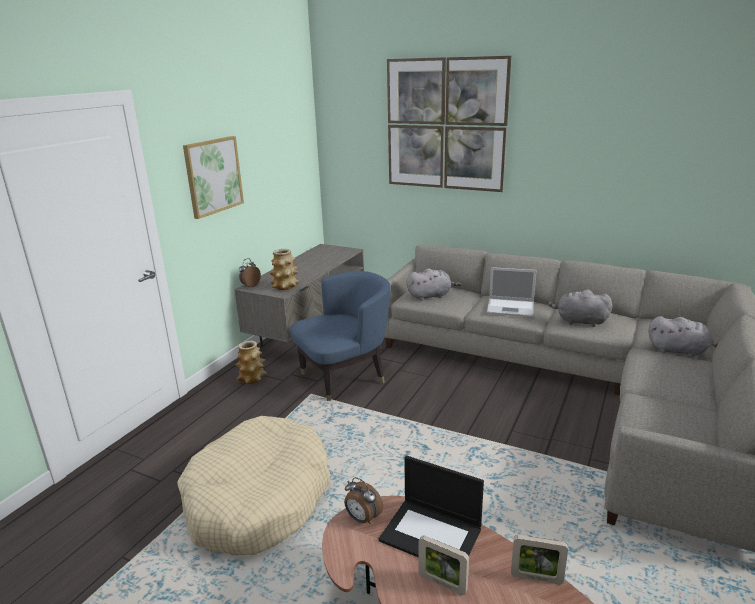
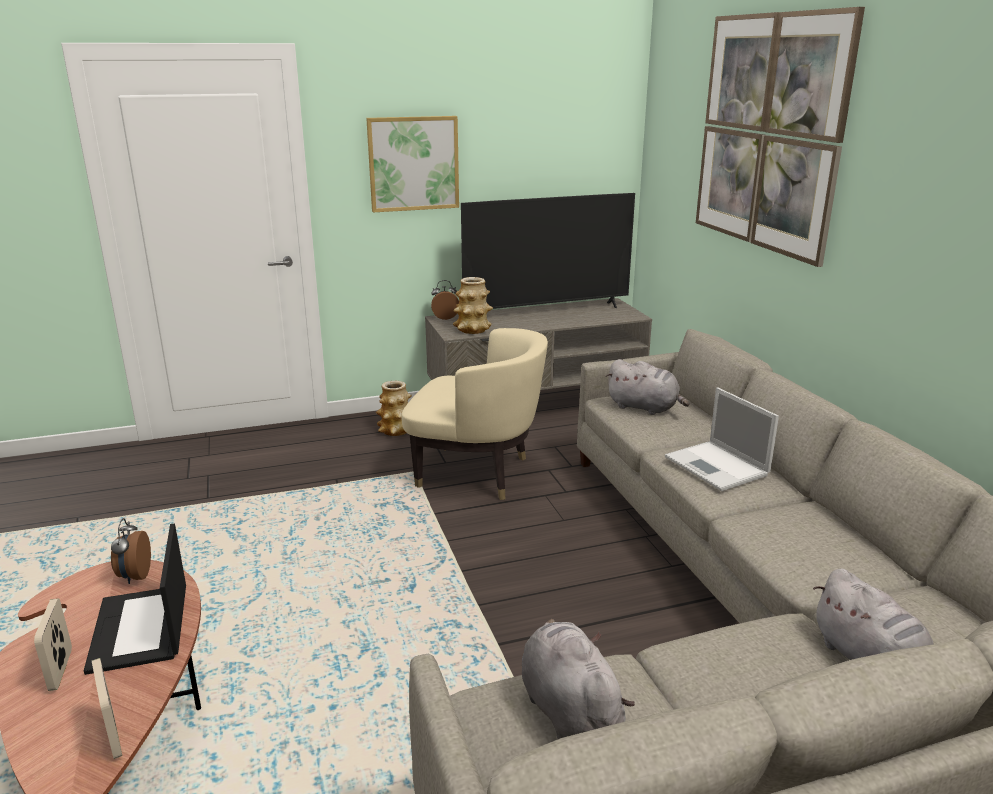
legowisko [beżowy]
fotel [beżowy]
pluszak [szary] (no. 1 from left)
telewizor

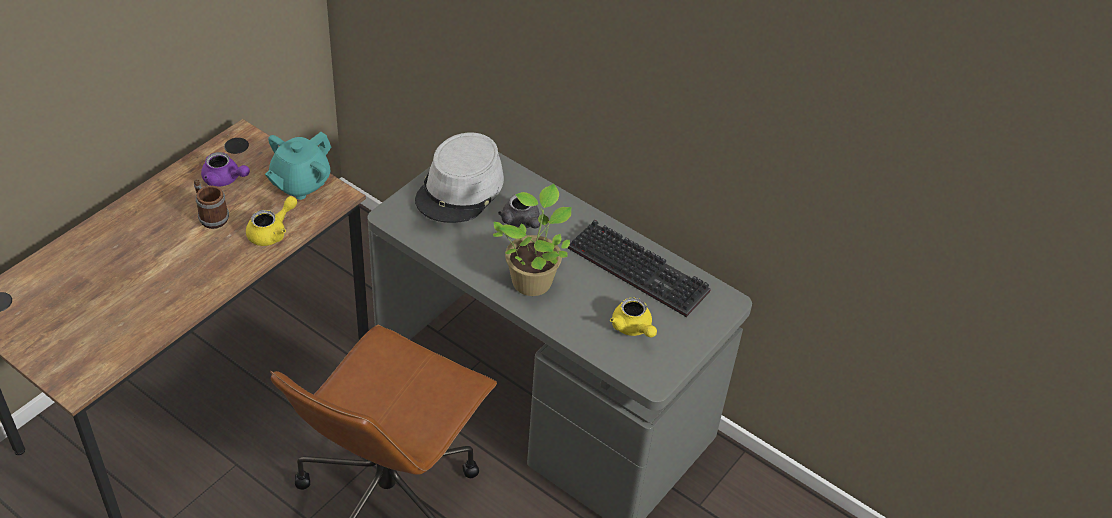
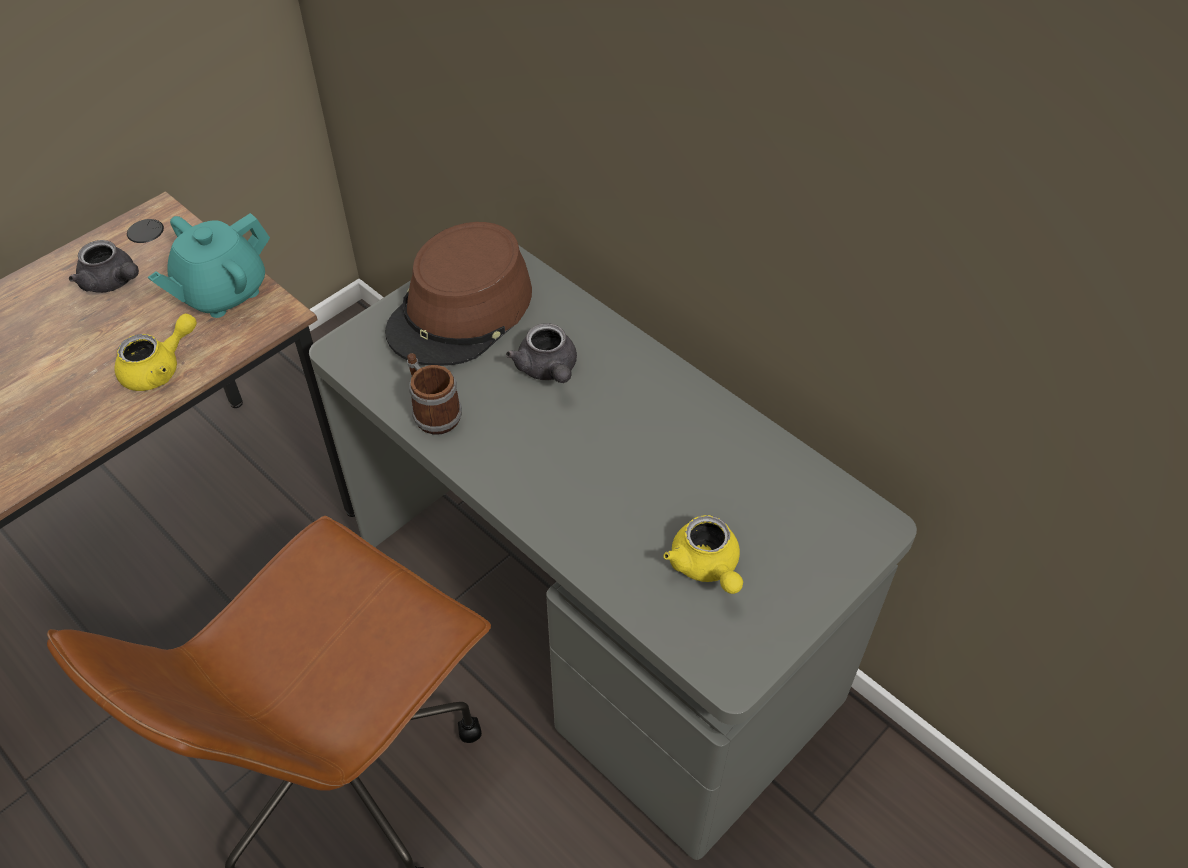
kubek
imbryk [szary] (no. 1 from left)
kapelusz [brązowy]
roślina doniczkowa
klawiatura

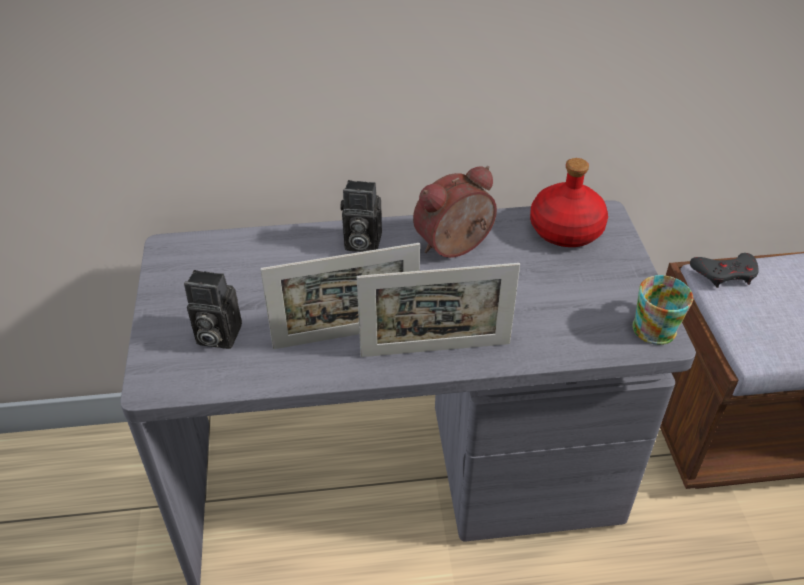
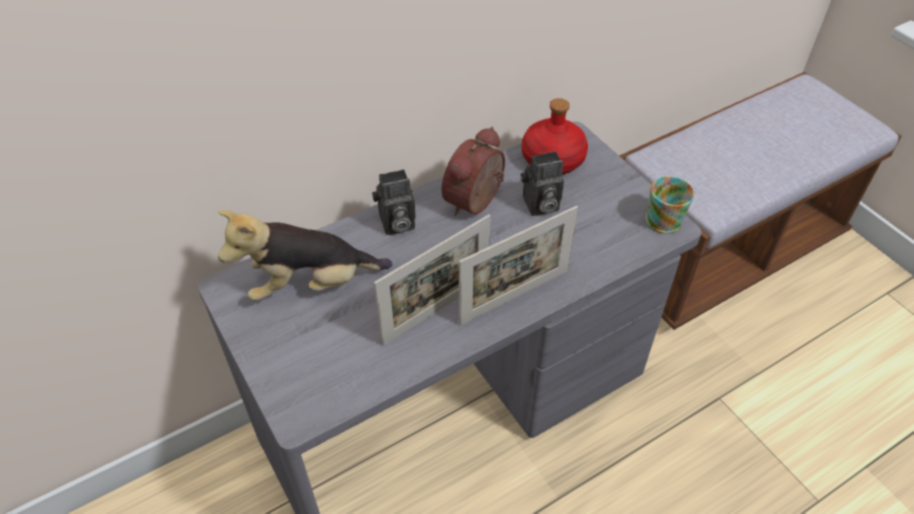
aparat fotograficzny (no. 2 from left)
pad do gier [szary]
pluszak

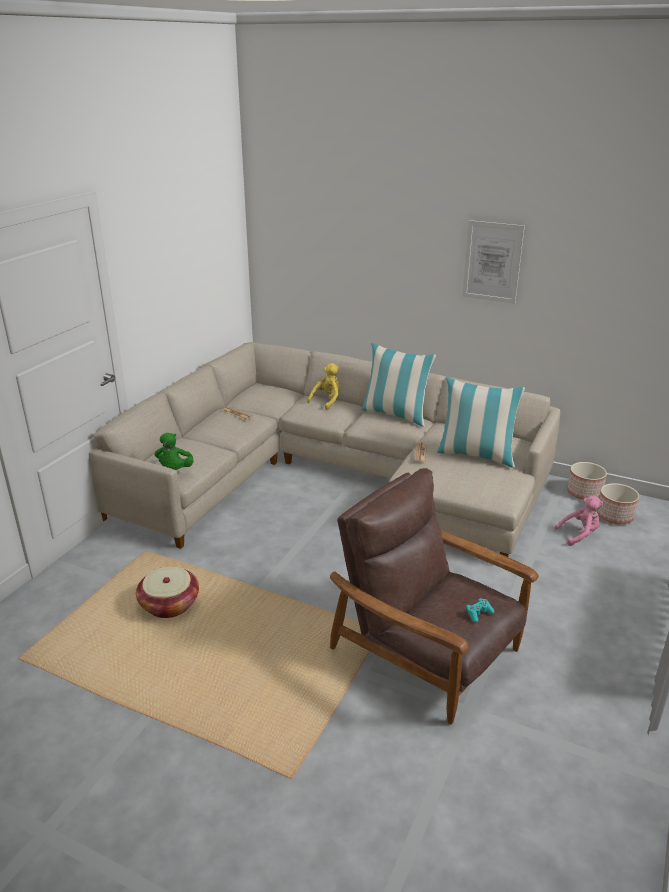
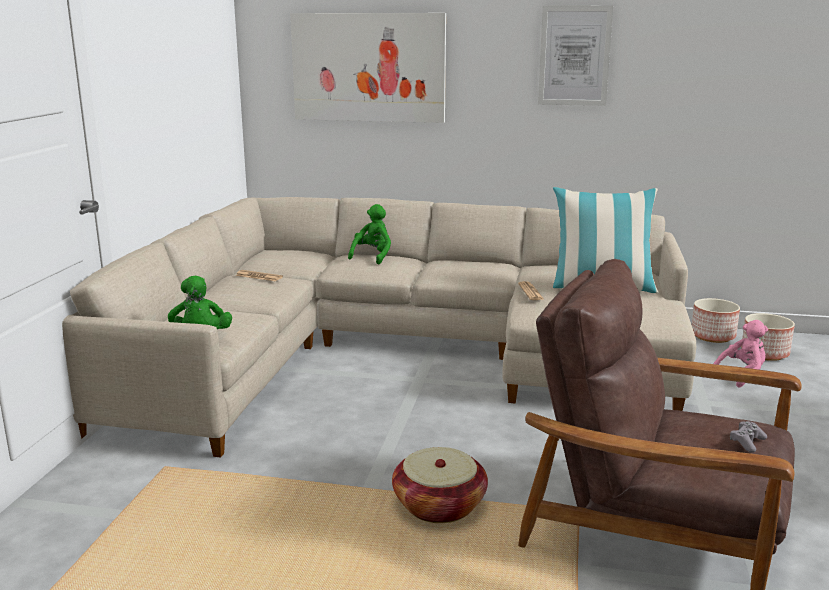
koszyk
pluszak [zielony] (no. 2 from left)
poduszka (no. 1 from left in the first image)
pad do gier [szary]
obraz (no. 1 from left)

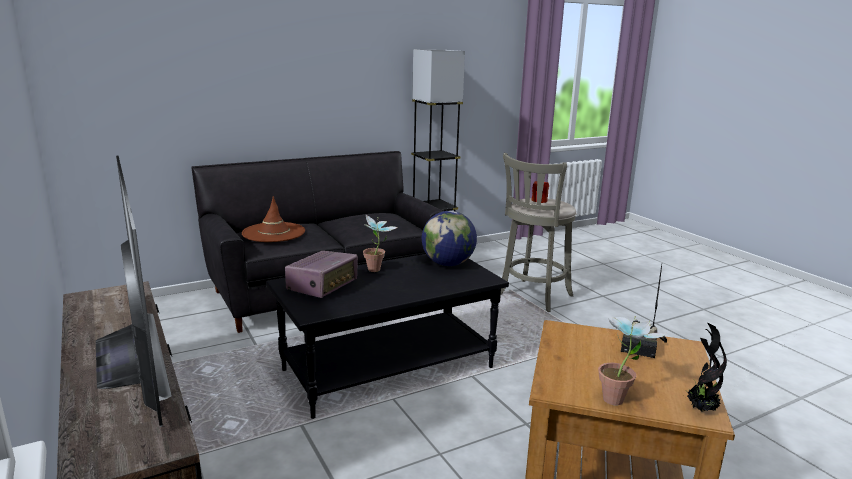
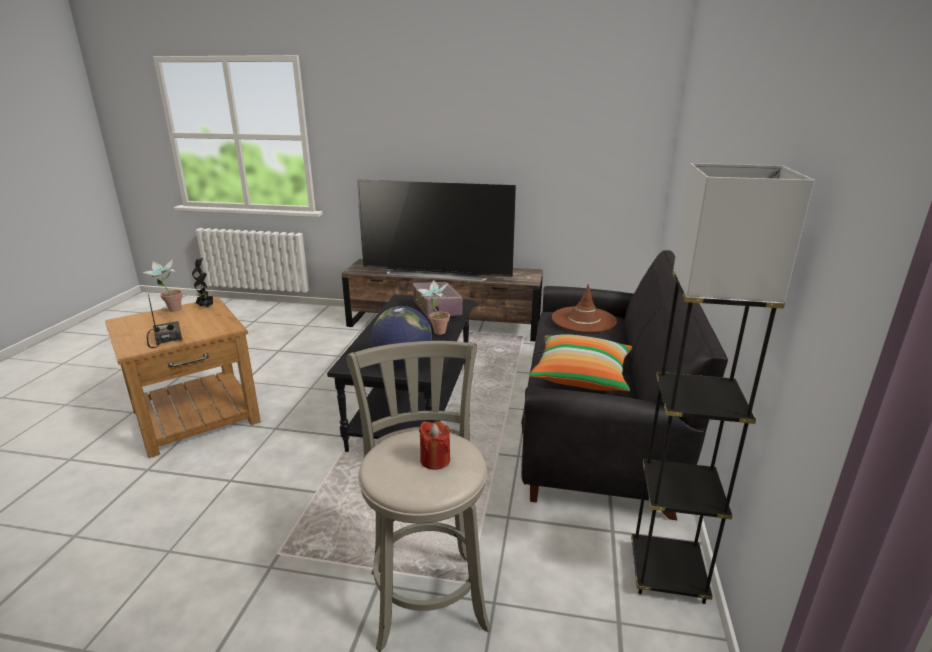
roślina doniczkowa (no. 2 from left)
poduszka

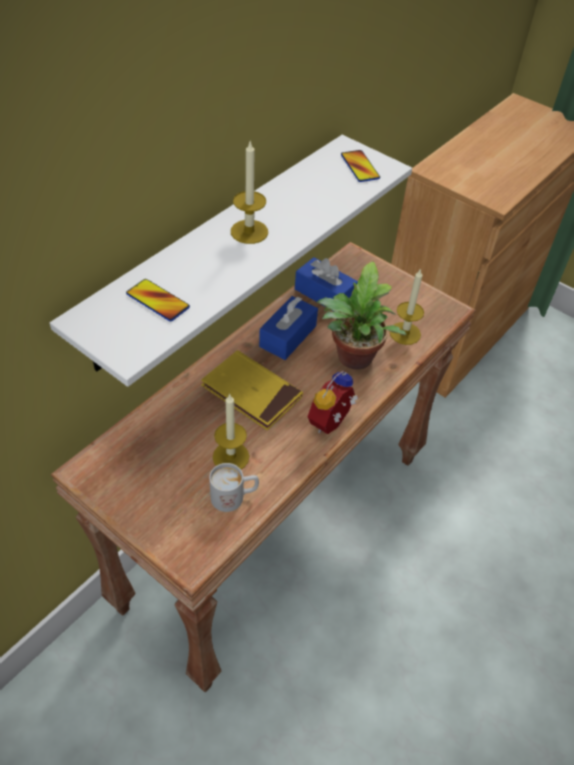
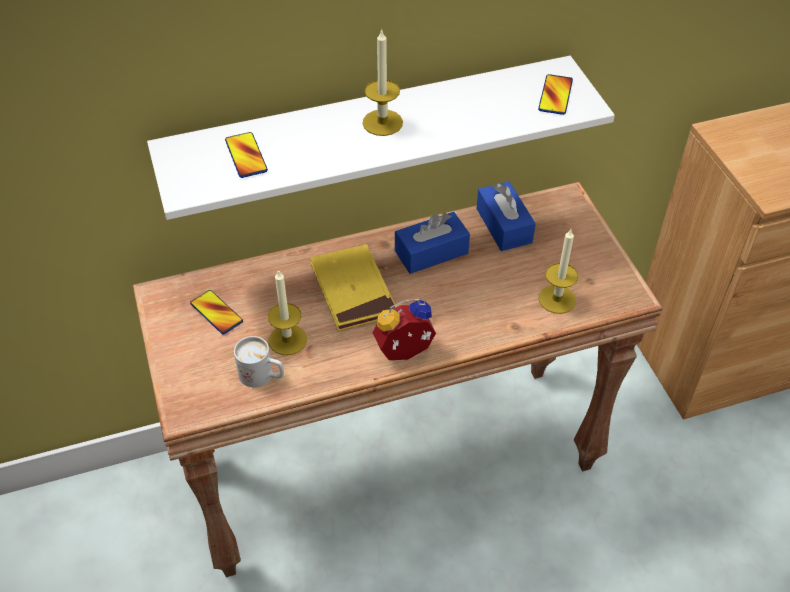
roślina doniczkowa
telefon (no. 1 from left)

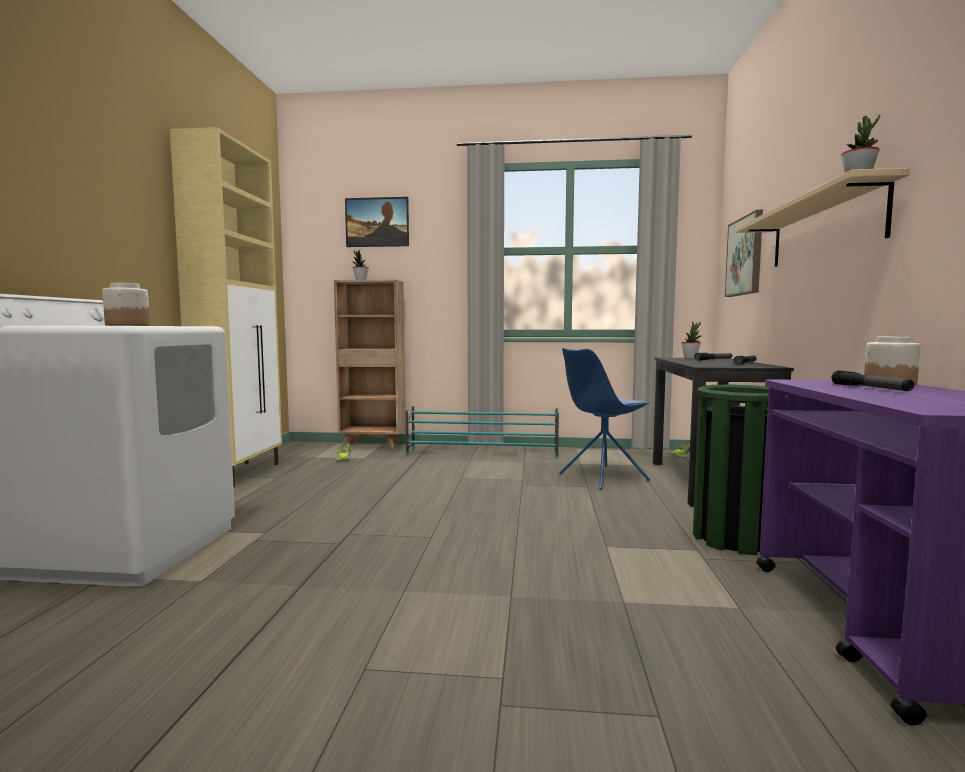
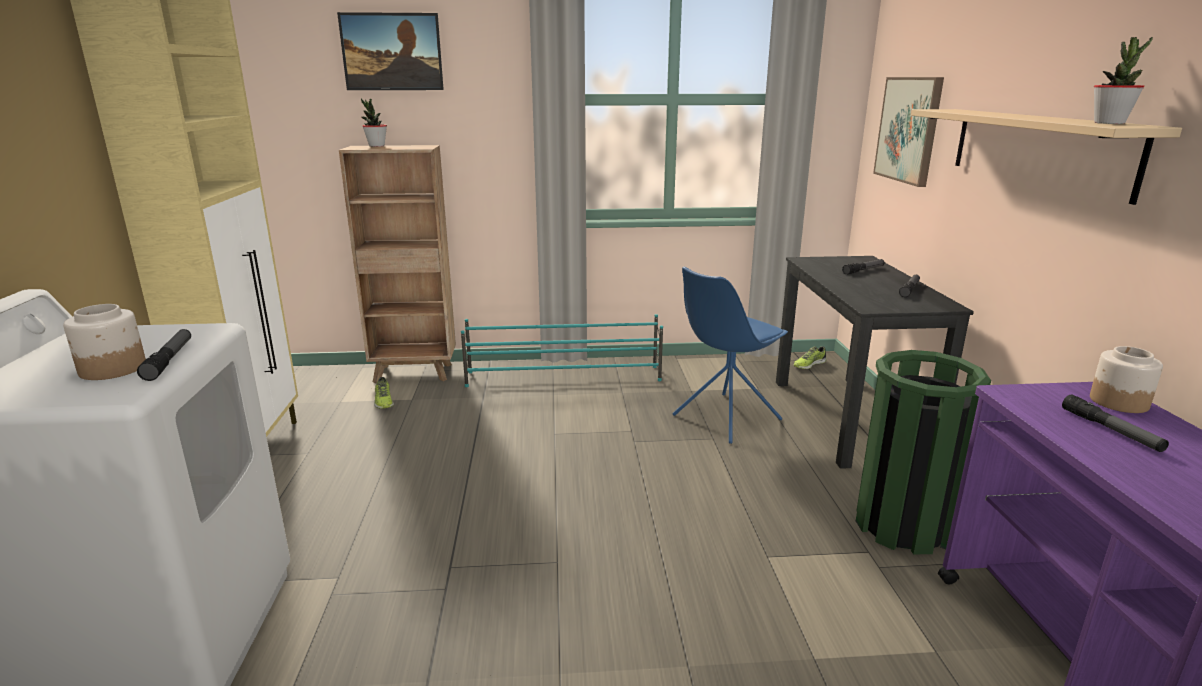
roślina doniczkowa (no. 2 from left in the first image)
latarka (no. 1 from left)

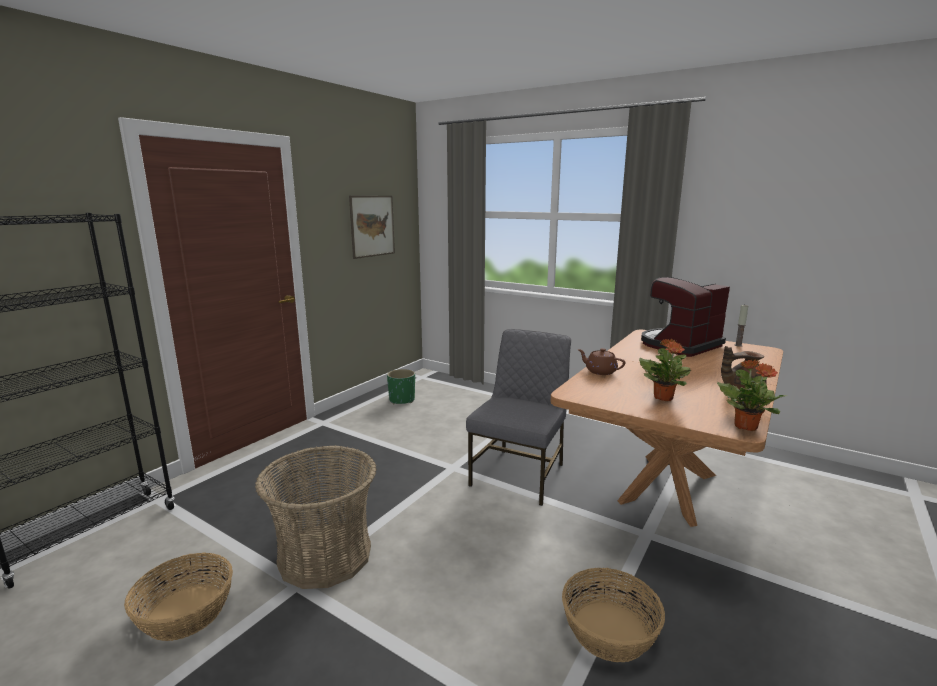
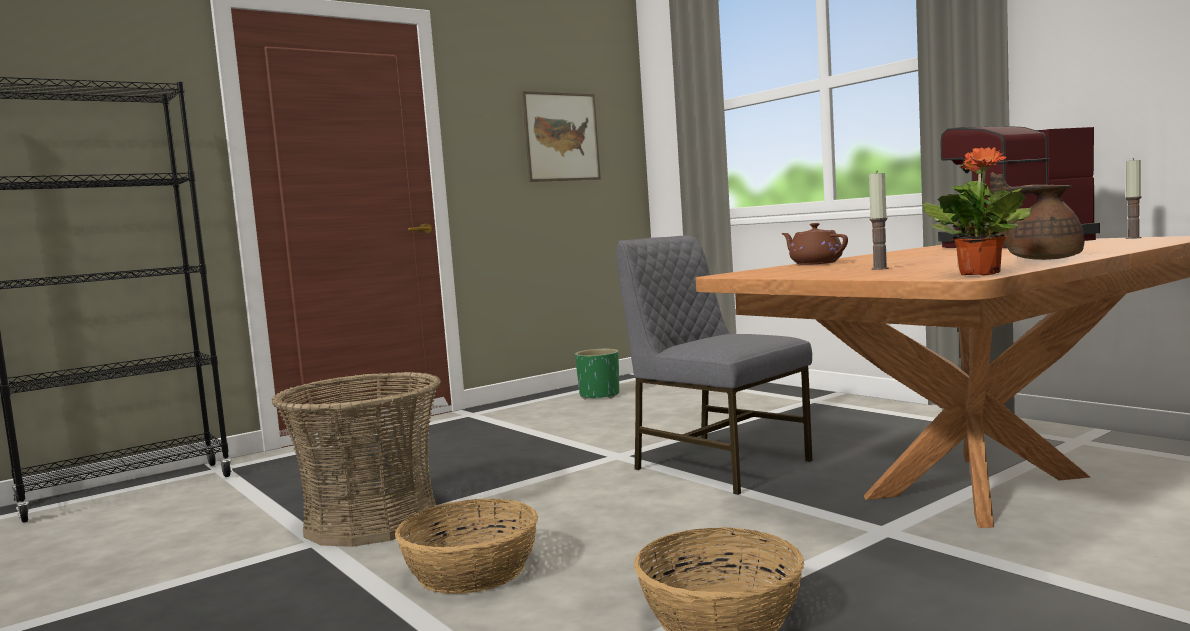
koszyk (no. 2 from left)
krzesło [szary]
świeca (no. 1 from left)

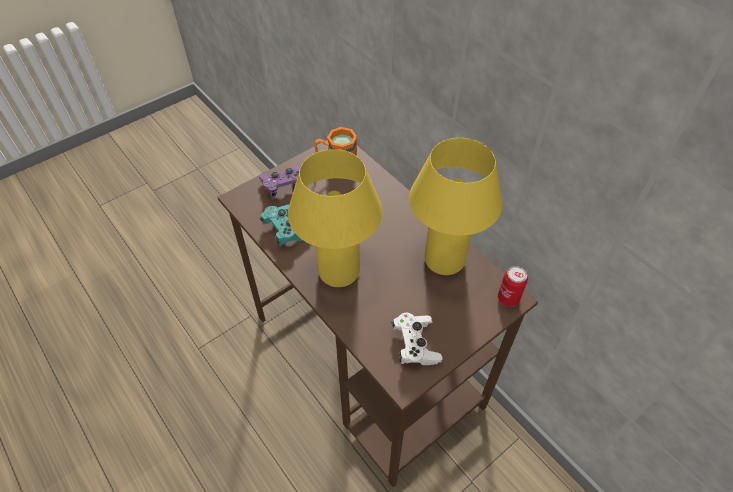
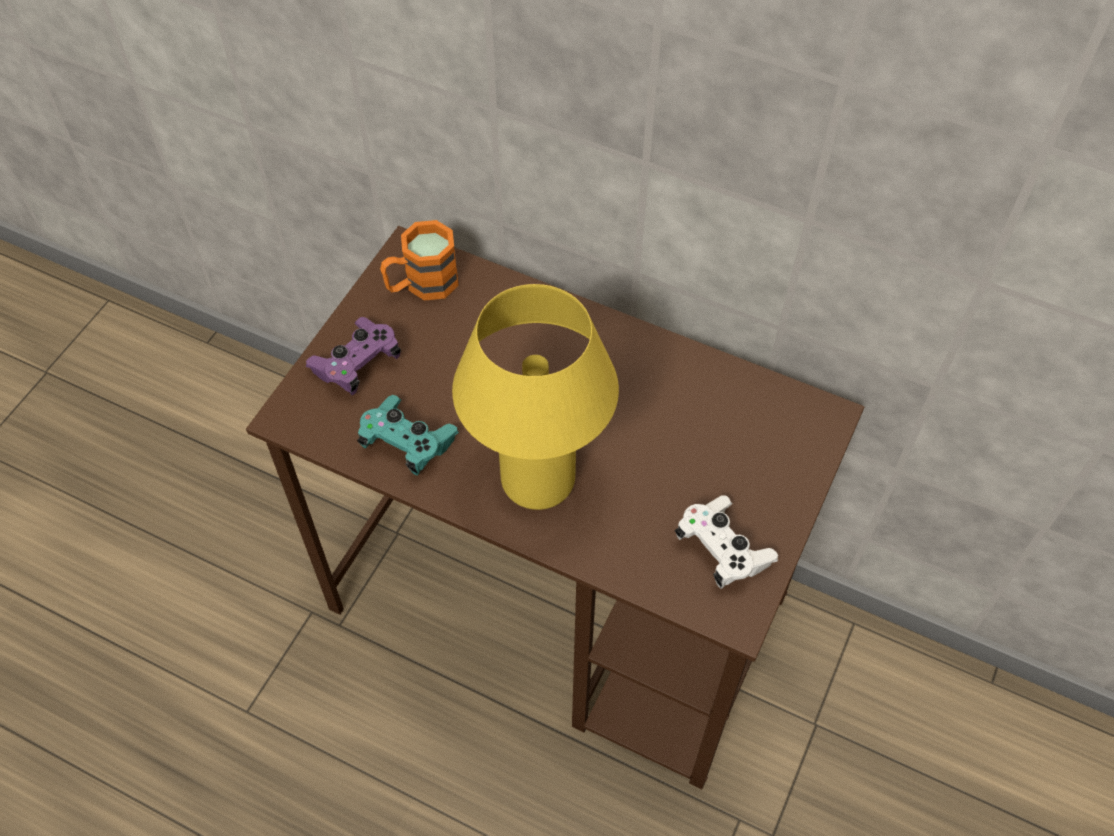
lampa stołowa [żółty] (no. 2 from left in the first image)
puszka

